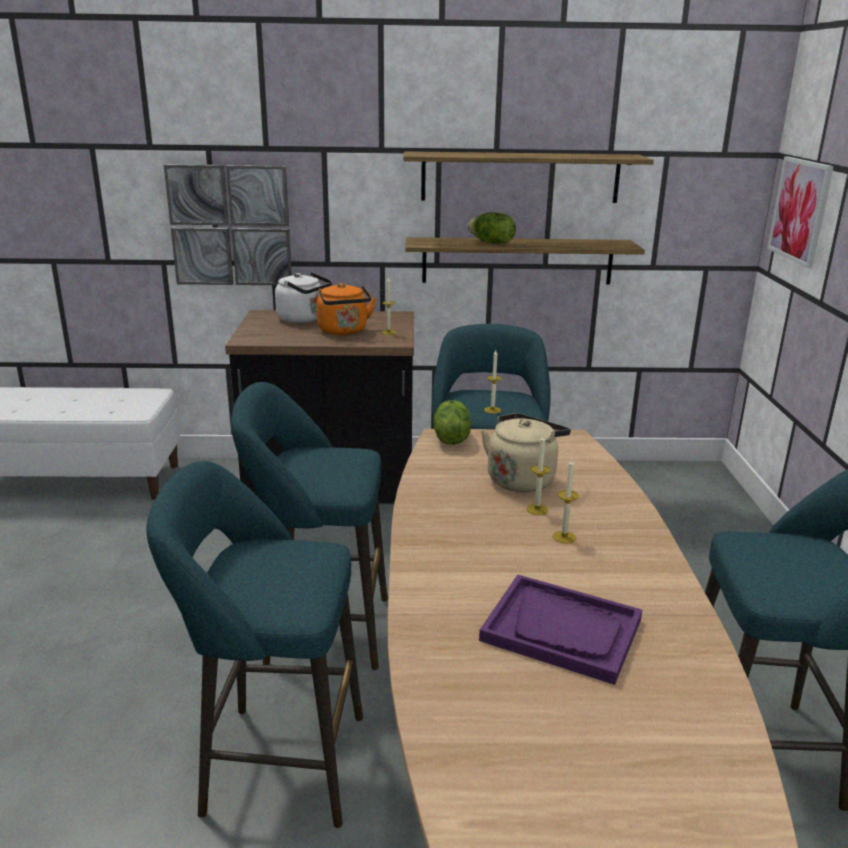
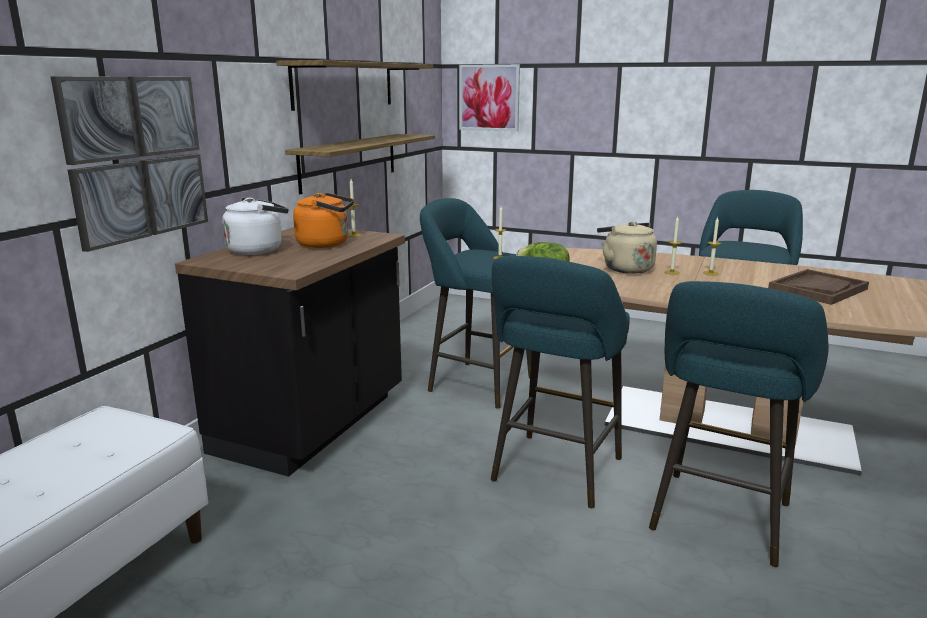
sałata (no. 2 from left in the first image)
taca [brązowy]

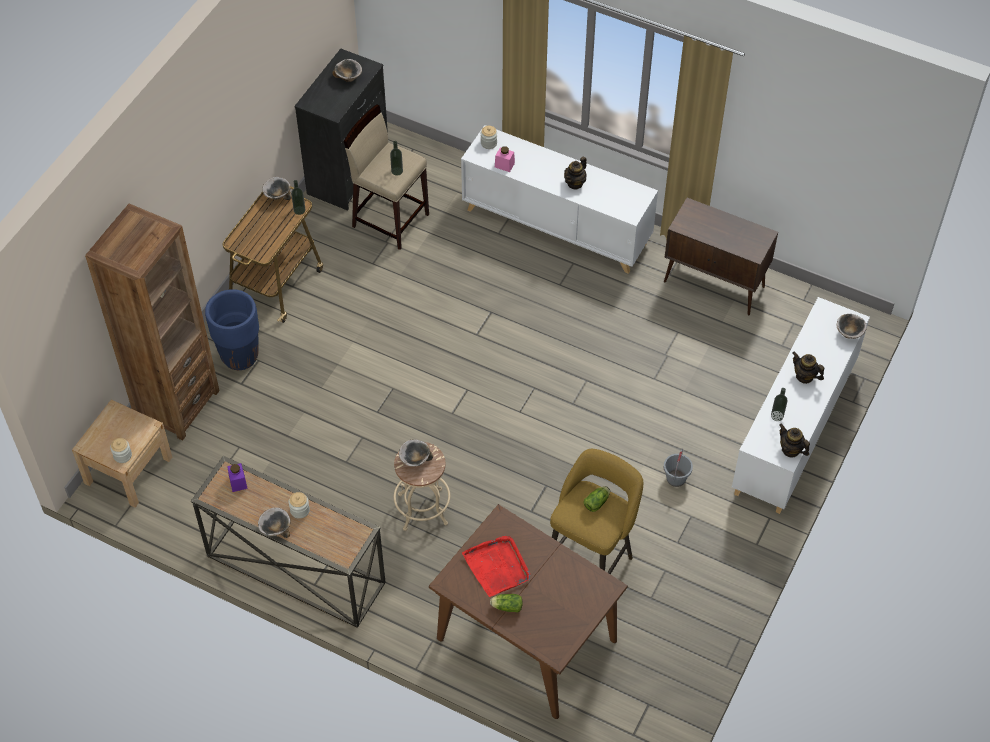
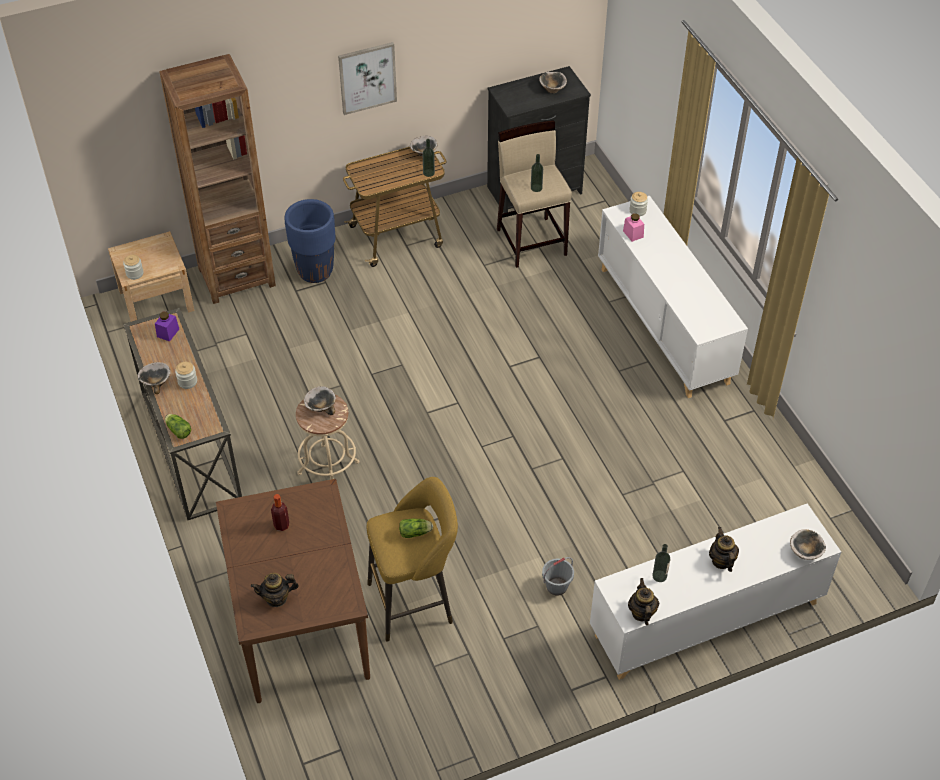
butelka (no. 1 from left)
sałata (no. 1 from left)
imbryk (no. 1 from left)
szafka [brązowy]
obraz

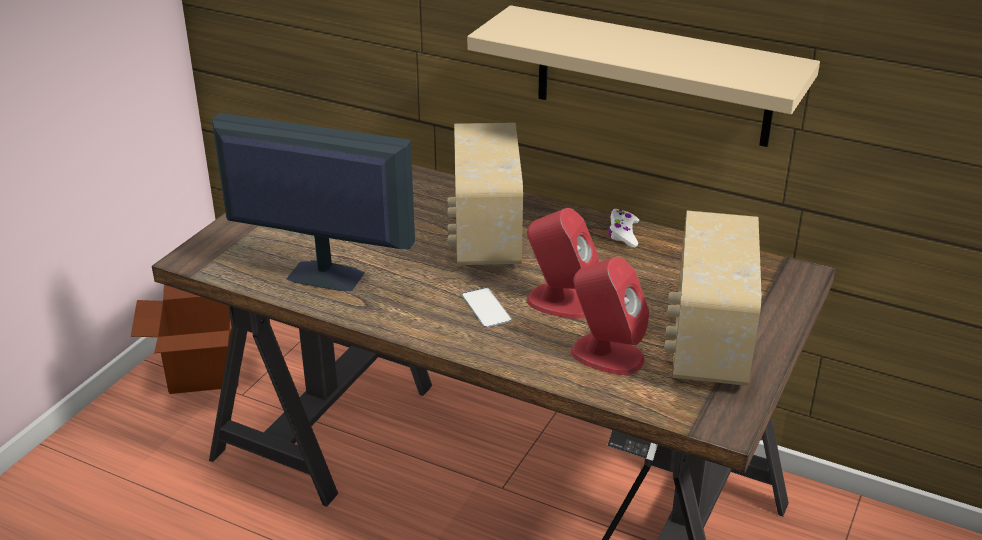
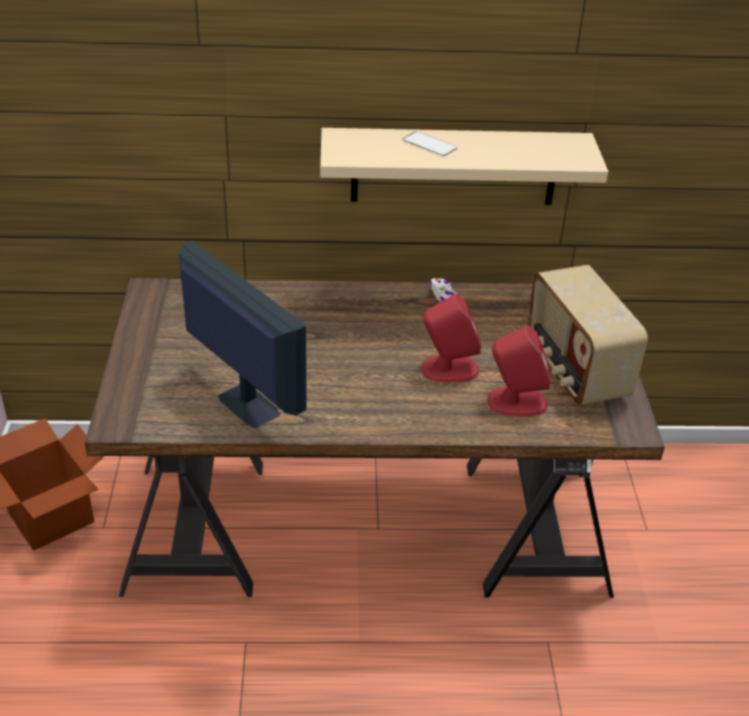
monitor
radio (no. 1 from left in the first image)
telefon

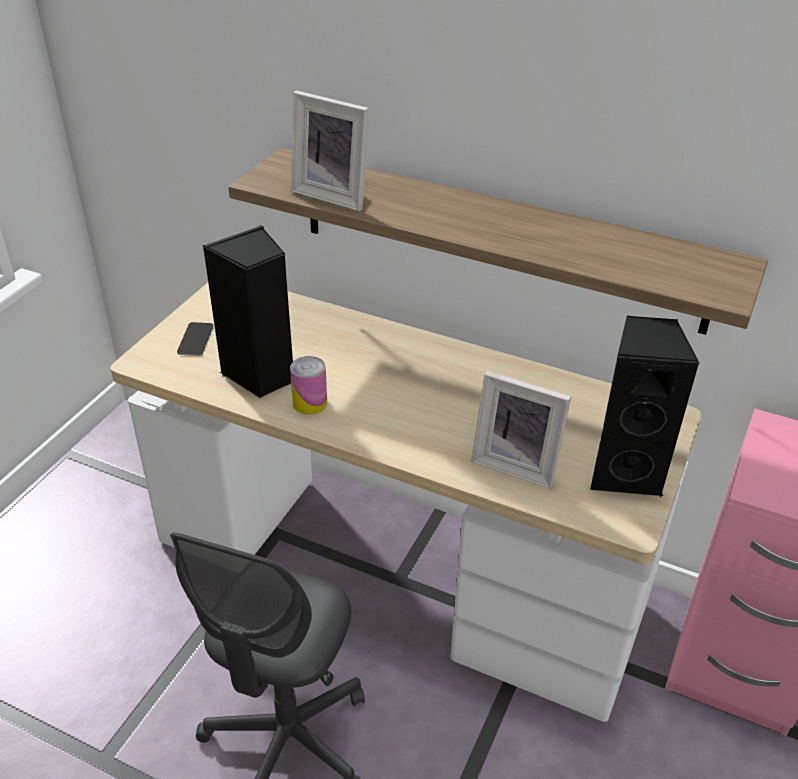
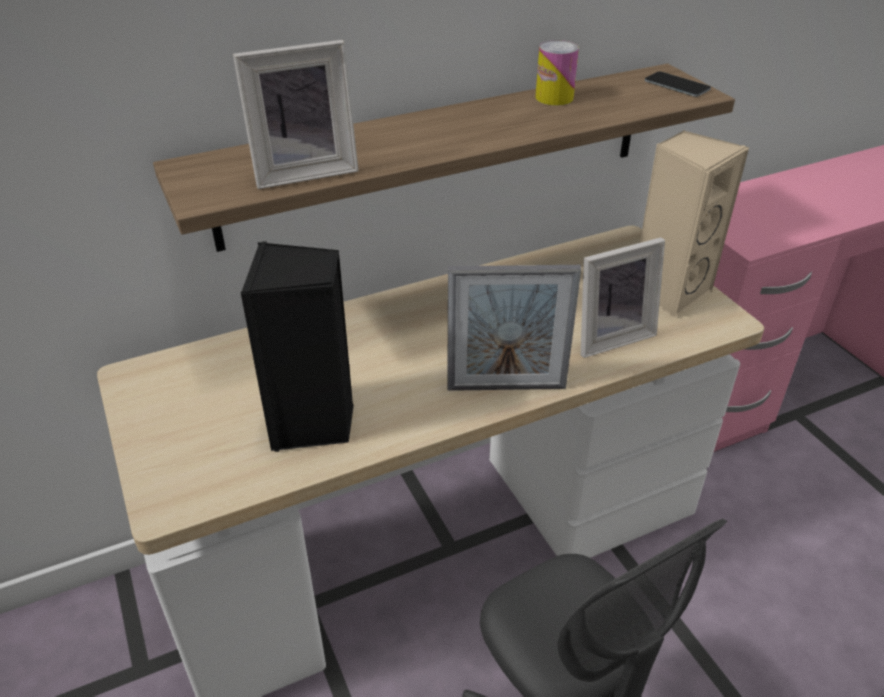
telefon
puszka
głośnik [beżowy]
ramka na zdjęcie (no. 2 from left)

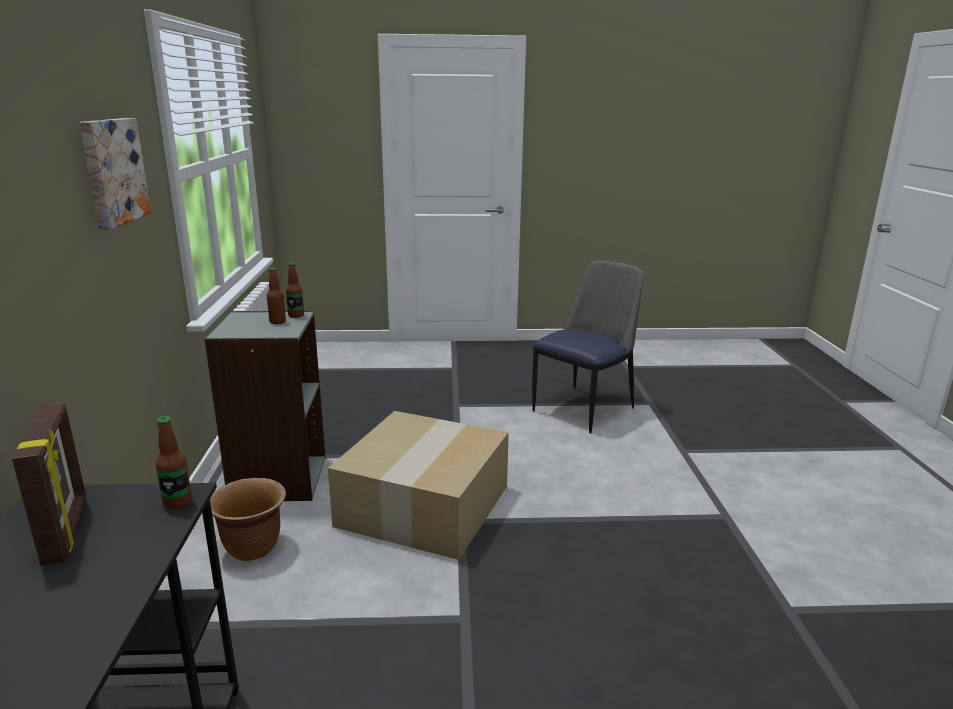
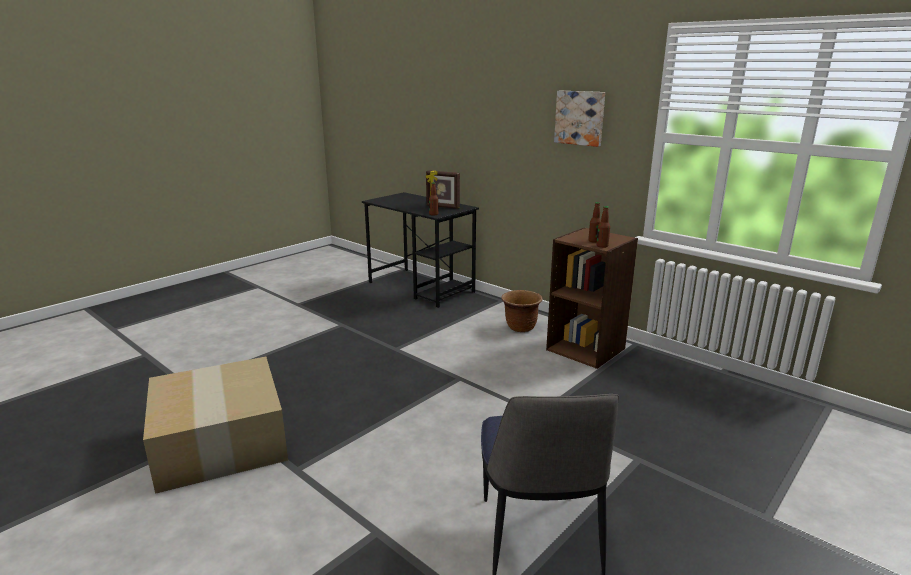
regał [brązowy]
karton

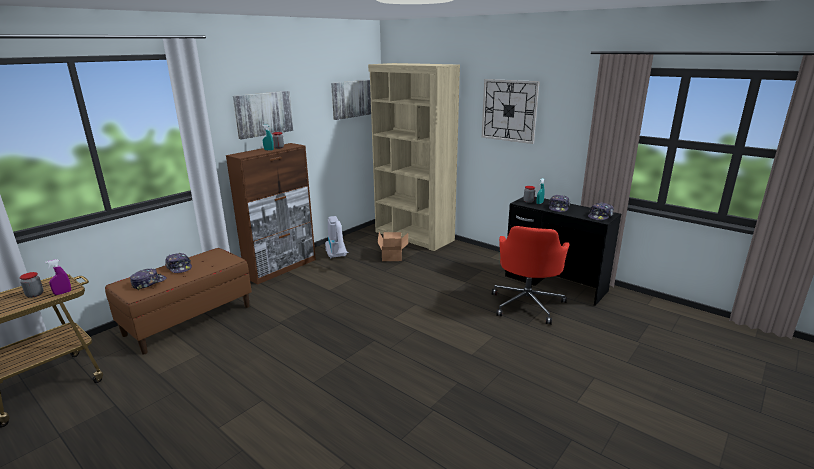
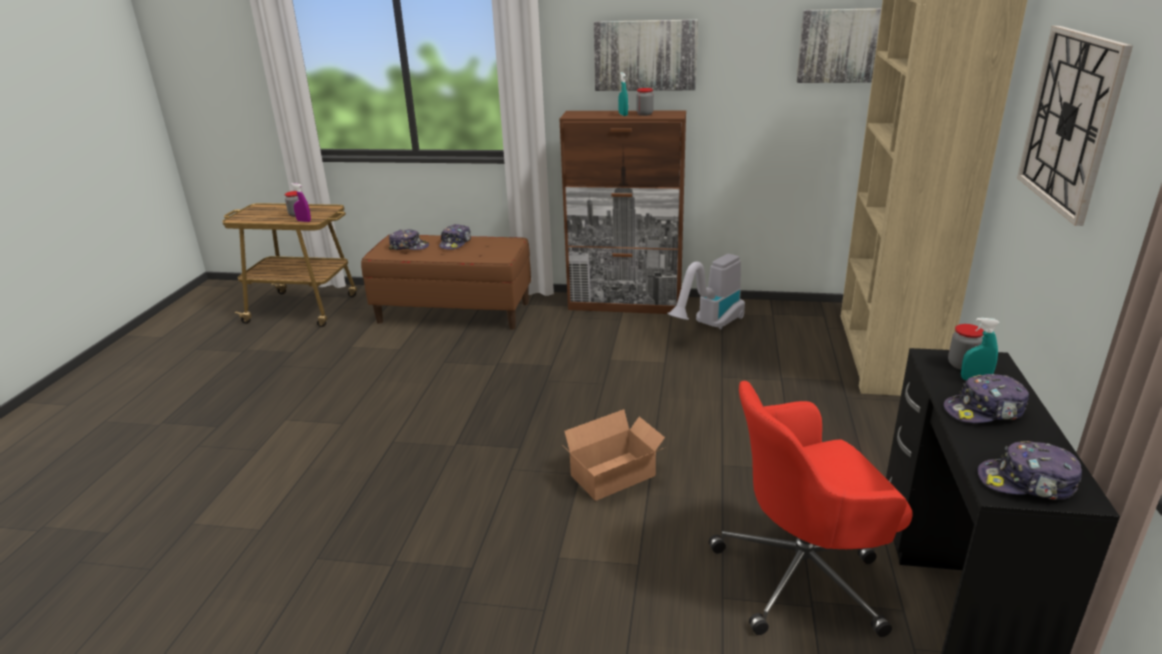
karton

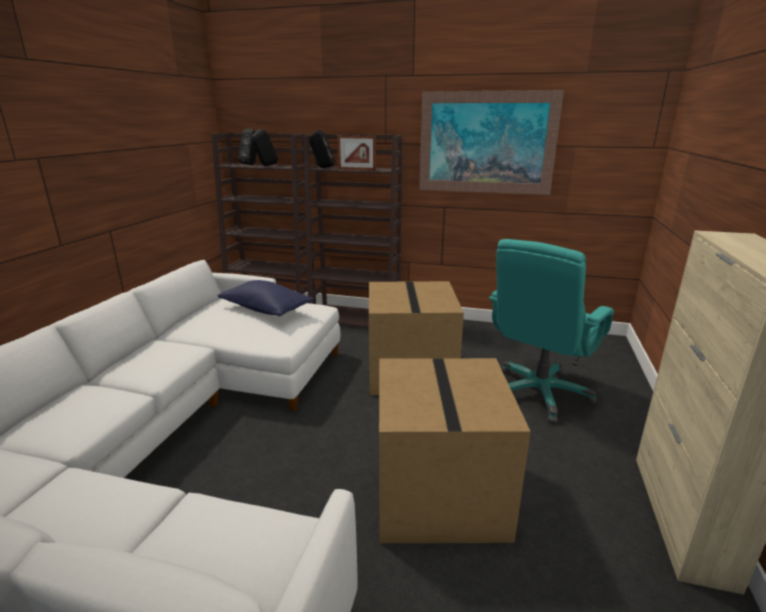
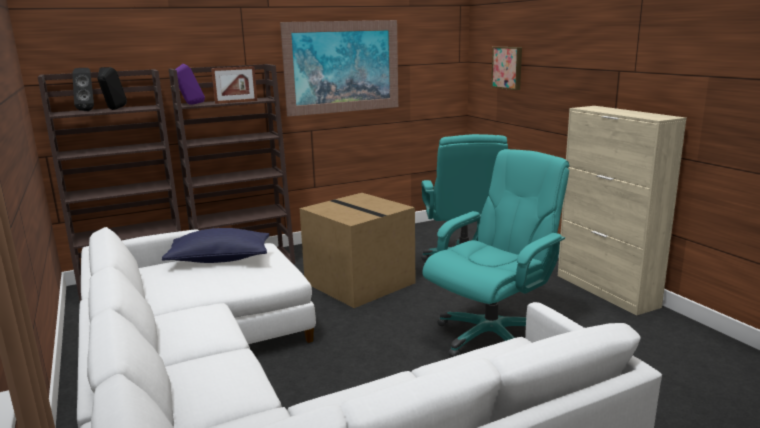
głośnik [fioletowy]
krzesło biurowe [turkusowy] (no. 2 from left)
obraz (no. 2 from left)

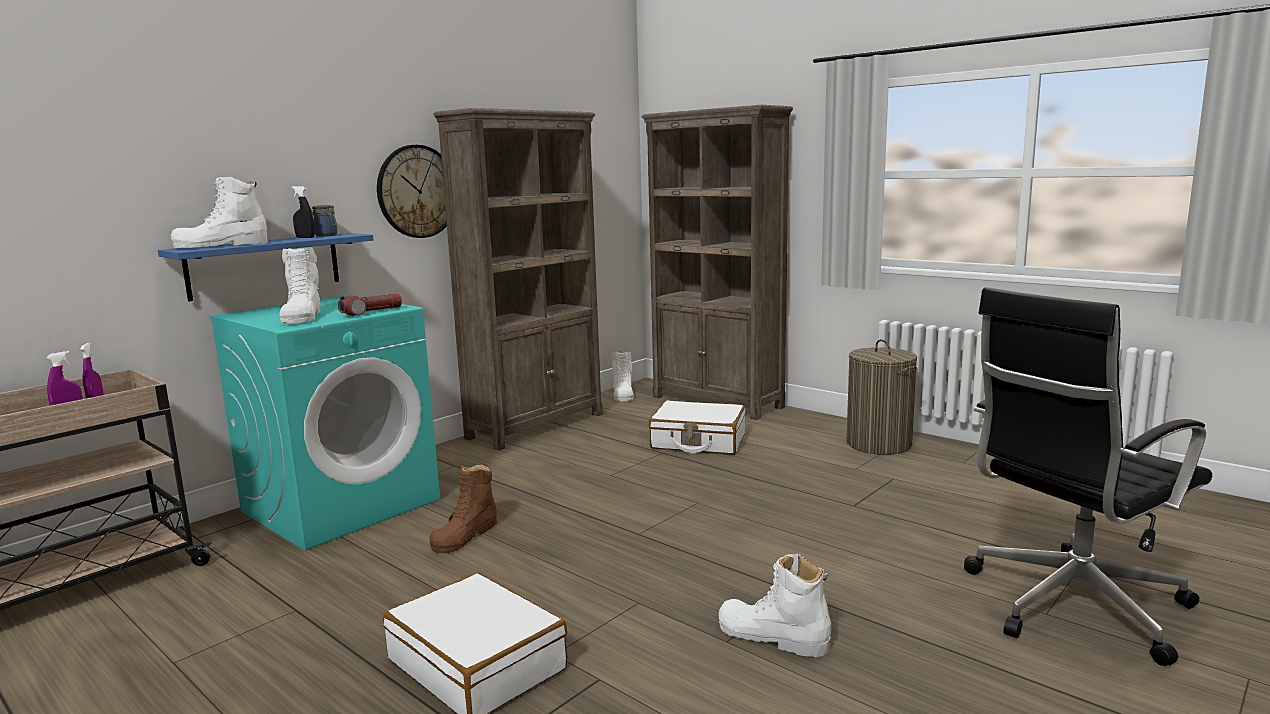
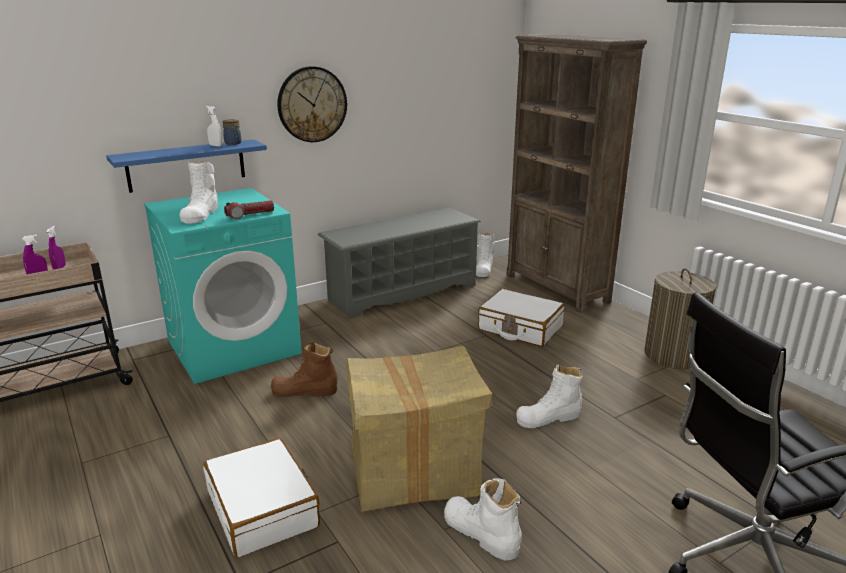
but z cholewką [biały] (no. 4 from left)
spryskiwacz [biały]
but z cholewką [brązowy]
regał na buty [szary]
karton

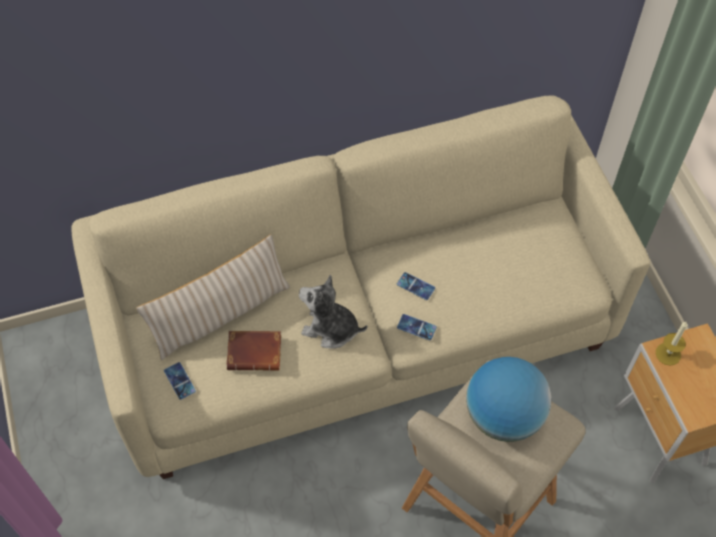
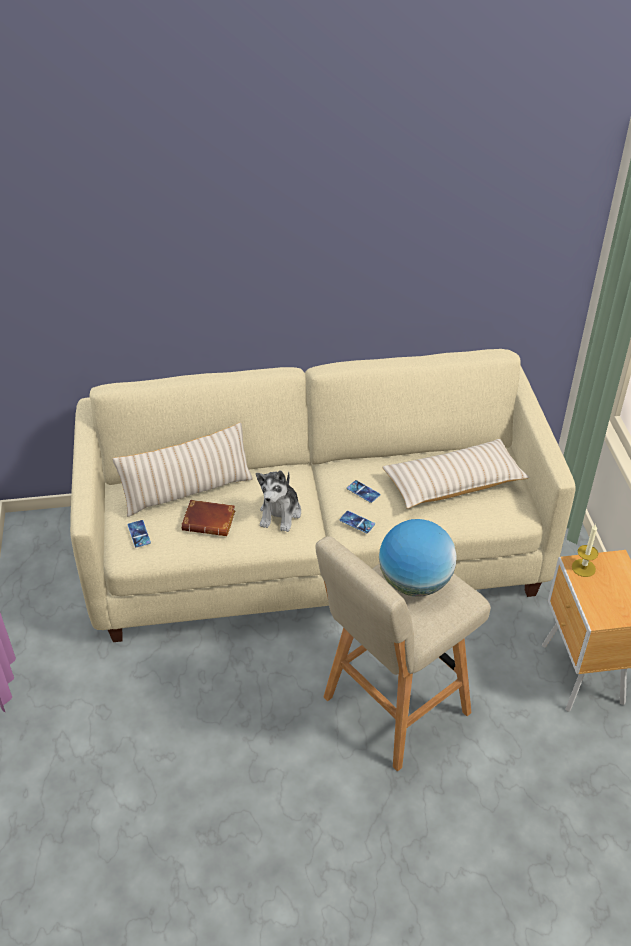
pluszak
poduszka [beżowy] (no. 2 from left)

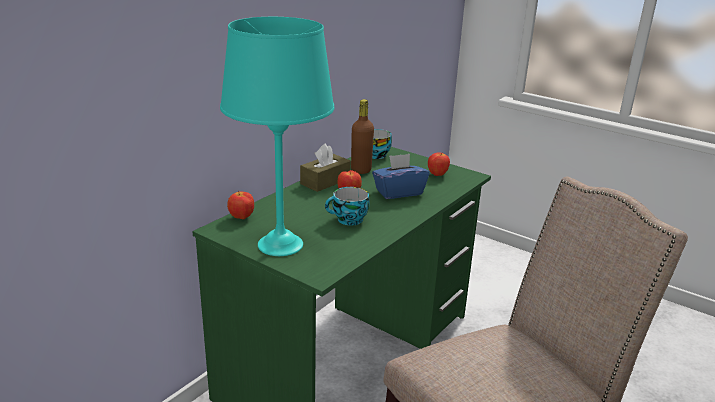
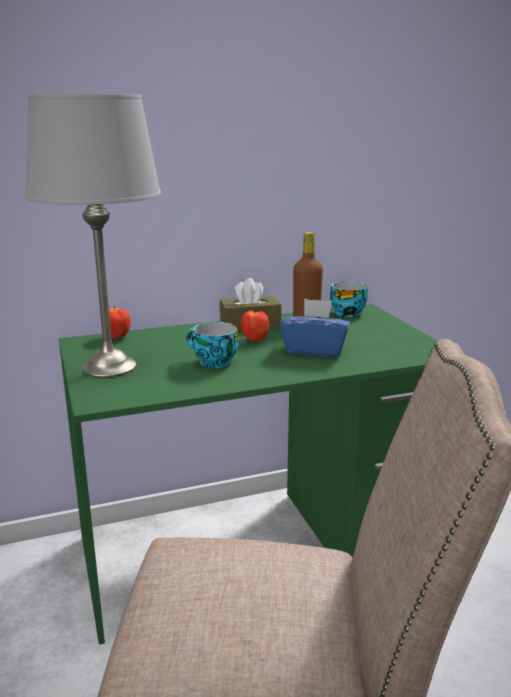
lampa stołowa [szary]
jabłko (no. 3 from left in the first image)

